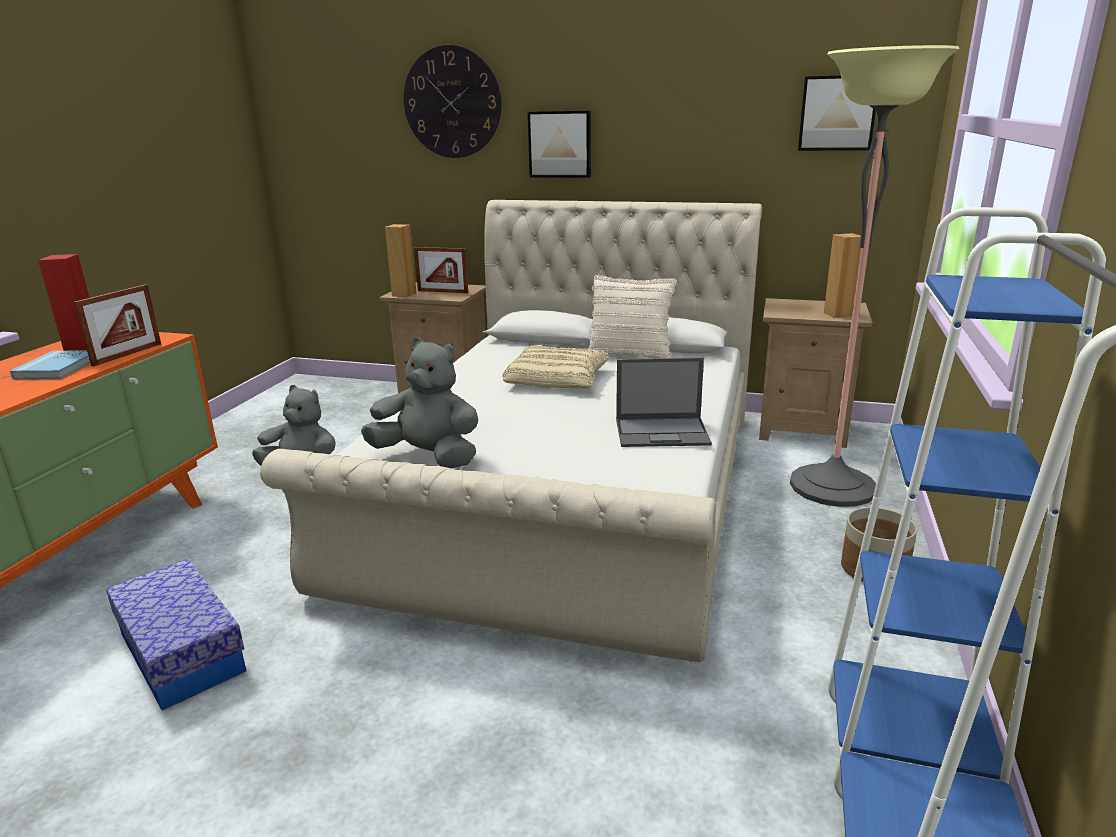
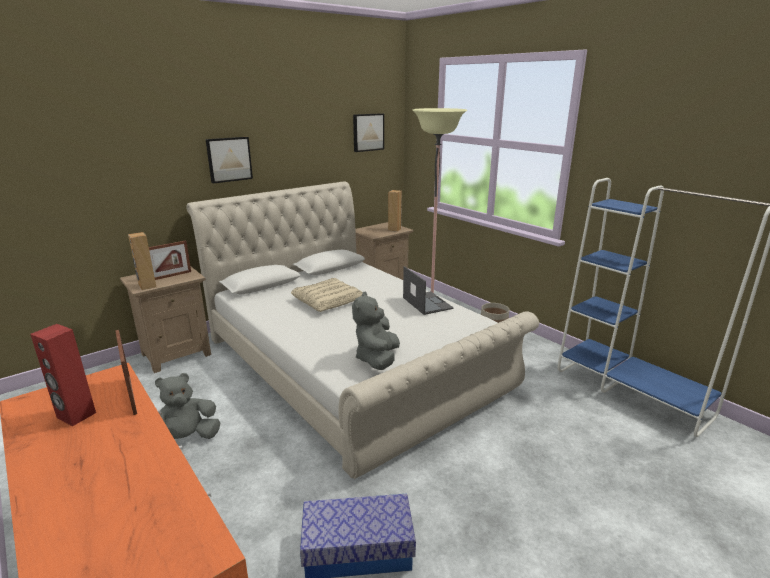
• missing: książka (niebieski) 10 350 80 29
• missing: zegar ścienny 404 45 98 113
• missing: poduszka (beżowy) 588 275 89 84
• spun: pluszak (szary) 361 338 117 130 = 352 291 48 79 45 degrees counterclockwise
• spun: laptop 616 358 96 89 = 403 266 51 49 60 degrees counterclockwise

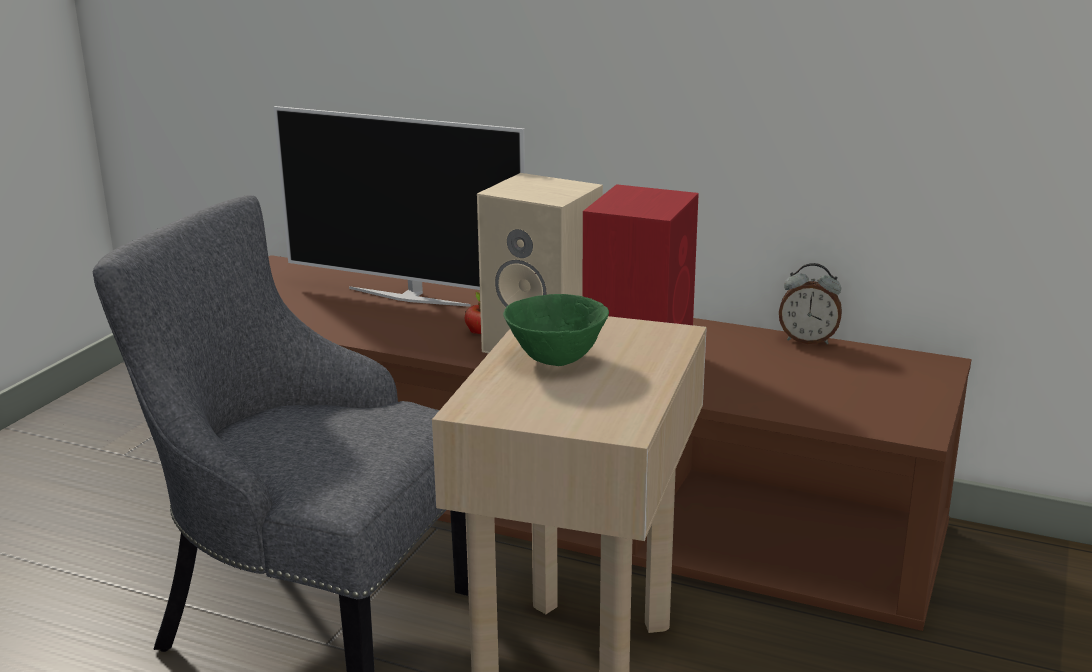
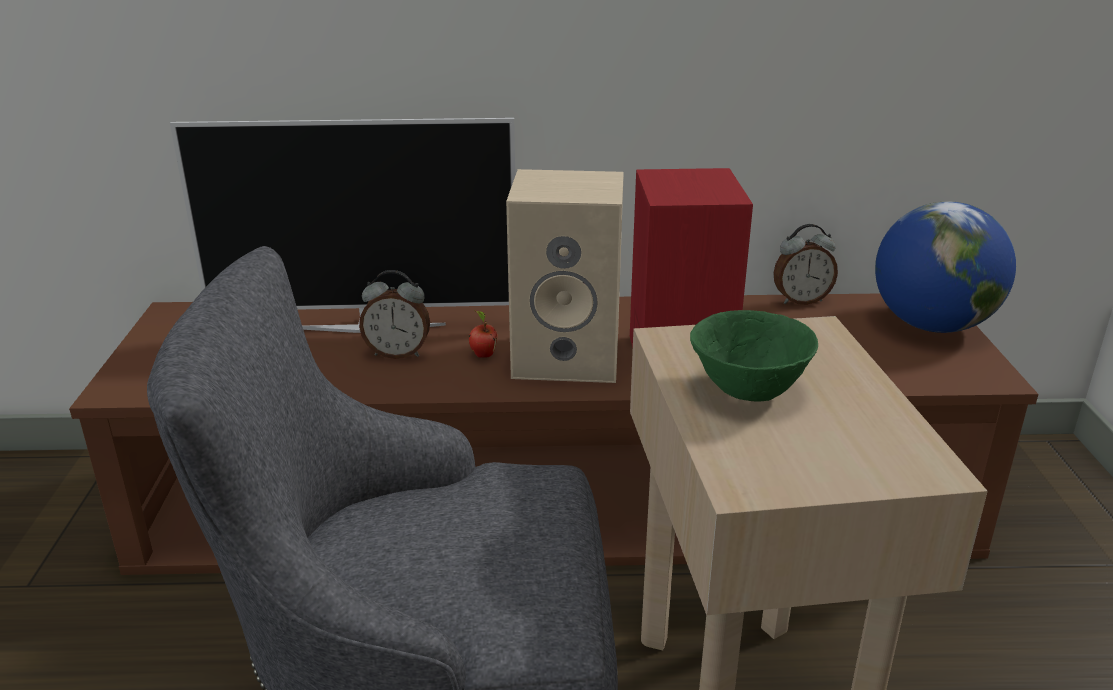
• appeared: budzik 359 270 71 89
• appeared: globus 875 201 141 132

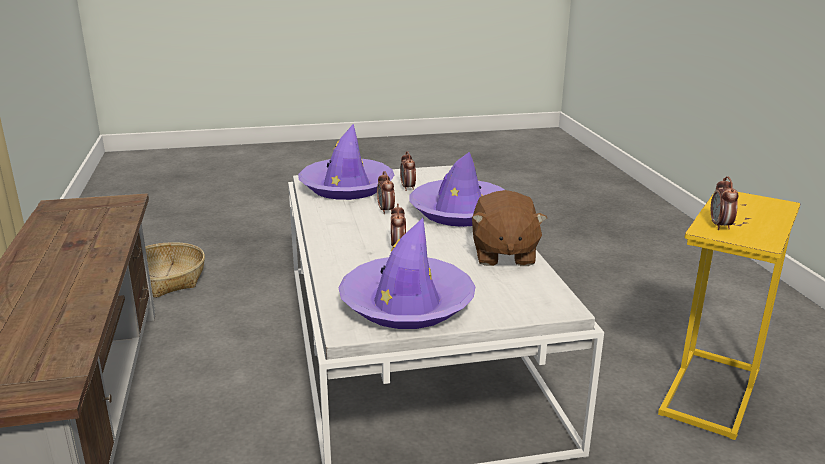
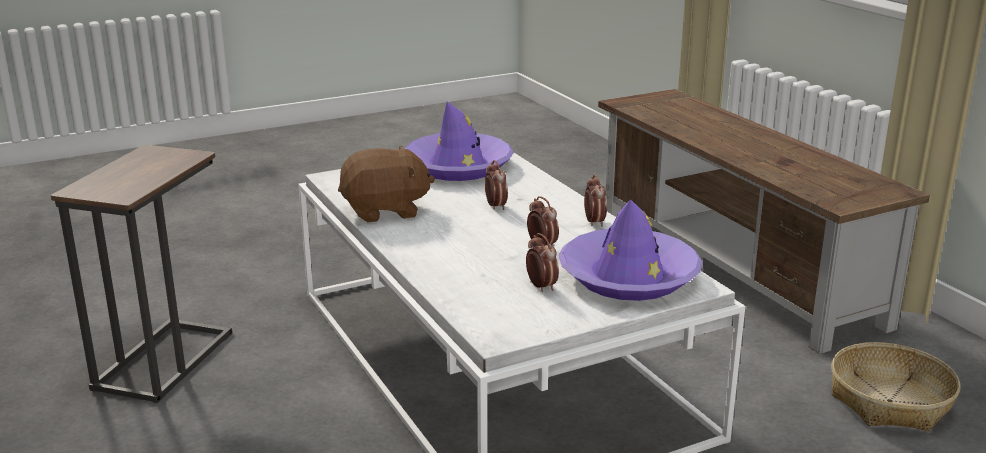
• missing: kapelusz (fioletowy) 409 152 95 75
• relocated: budzik 711 176 27 54 to 584 175 23 52
• colour: stolik (żółty) 658 189 142 251 to stolik (brązowy) 51 145 181 258
• spun: pluszak (brązowy) 472 190 75 76 = 338 146 97 77 90 degrees clockwise

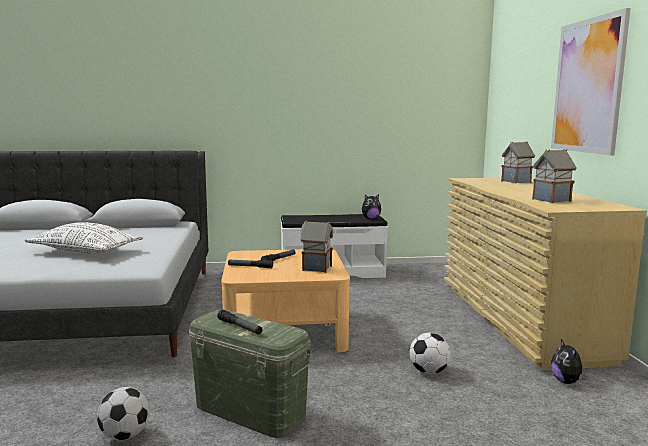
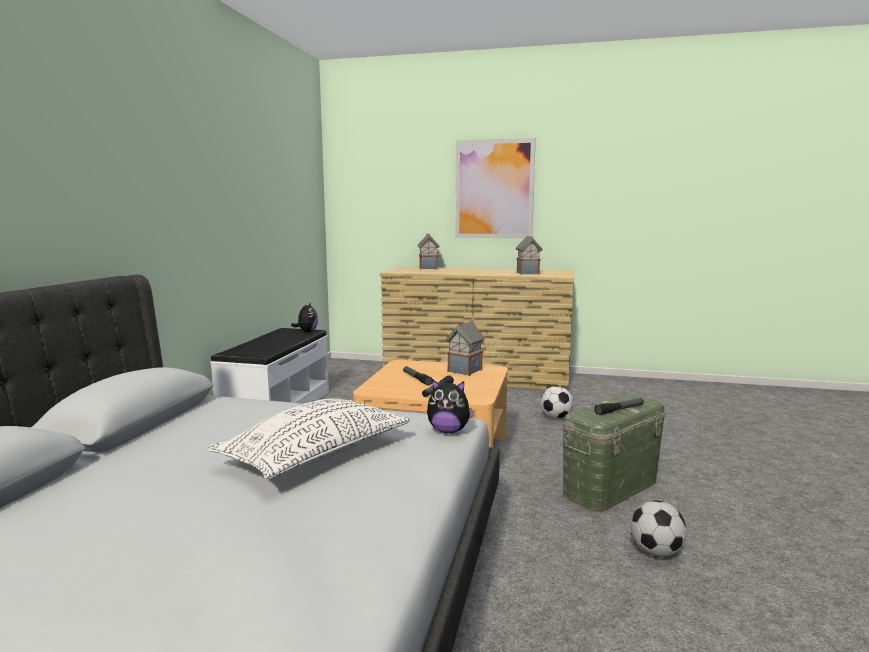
• relocated: pluszak 551 339 36 45 to 427 379 48 54

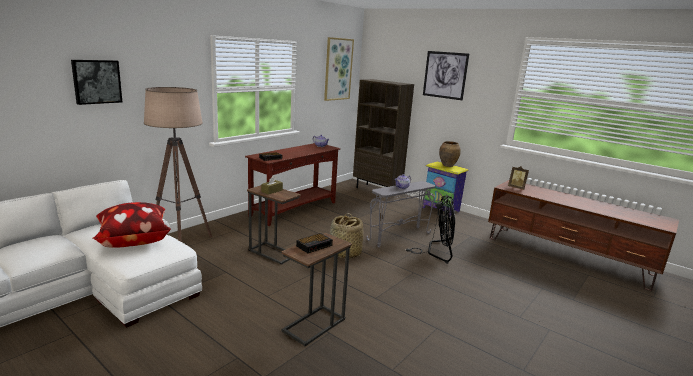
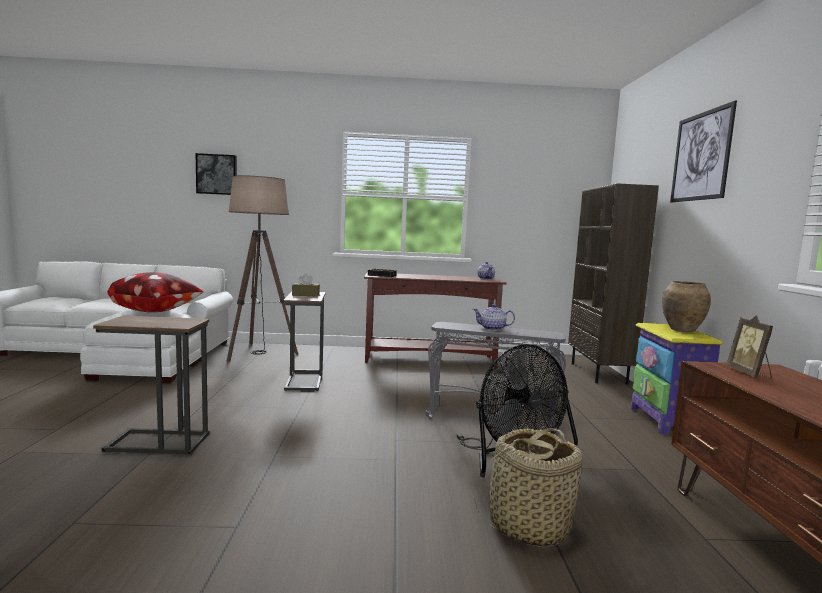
• missing: budzik 296 233 37 20
• missing: obraz 324 37 30 64
• relocated: koszyk 330 214 34 44 to 474 428 109 119

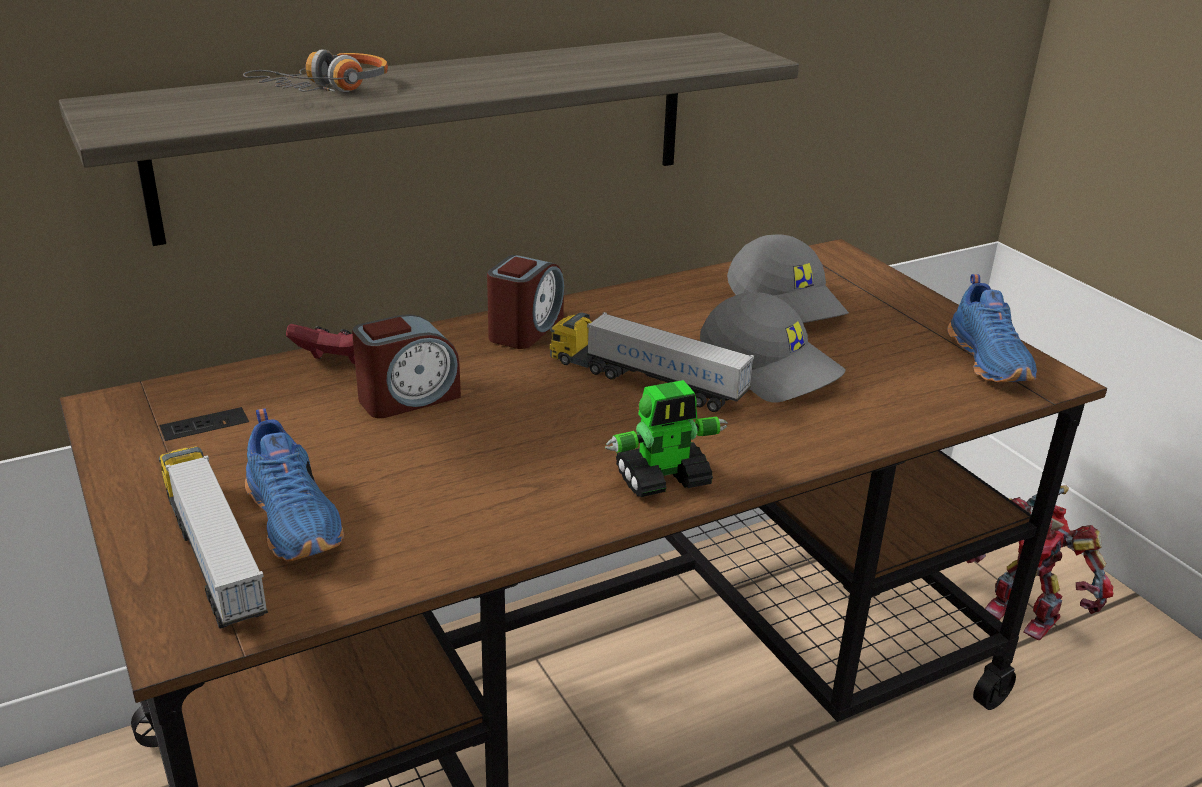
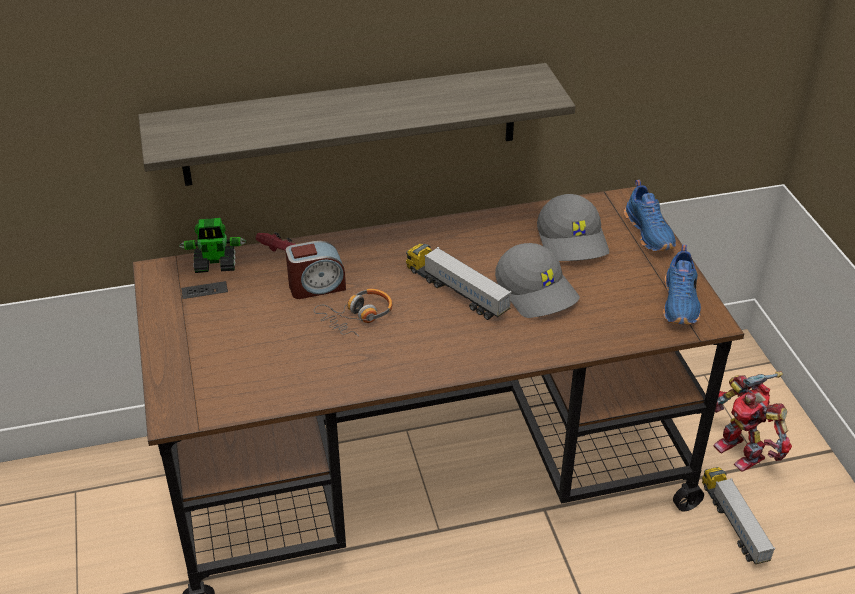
• missing: budzik 487 255 77 94
• relocated: ciężarówka zabawkowa 159 446 109 183 to 702 467 73 97
• relocated: słuchawki 243 49 145 43 to 314 289 78 47
• relocated: but (niebieski) 245 408 99 154 to 624 180 52 72
• relocated: robot zabawkowy 605 380 123 117 to 179 218 67 55

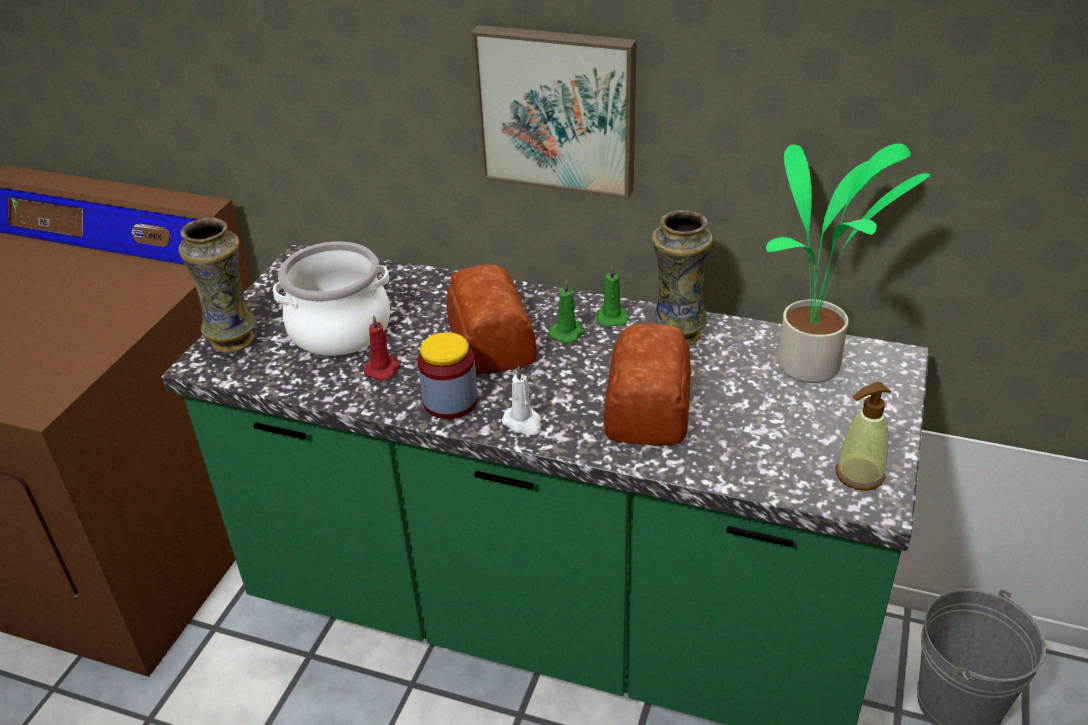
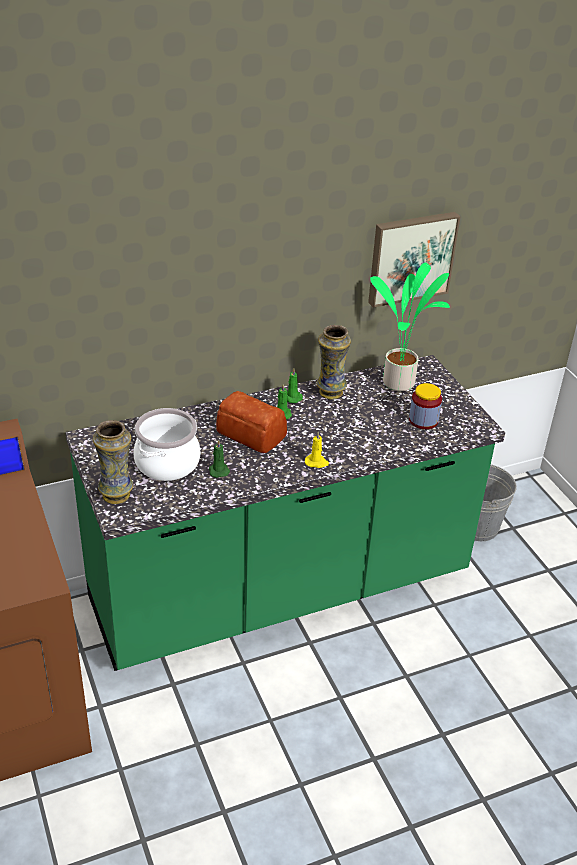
• missing: chleb 603 324 88 121
• missing: dozownik mydła 835 382 56 109
• relocated: słoik 417 332 61 87 to 409 383 33 46
• relocated: obraz 471 25 165 174 to 368 212 93 96
• colour: świeca (czerwony) 363 315 37 65 to świeca (zielony) 209 440 21 38
• colour: świeca (biały) 502 366 39 69 to świeca (żółty) 305 431 24 37

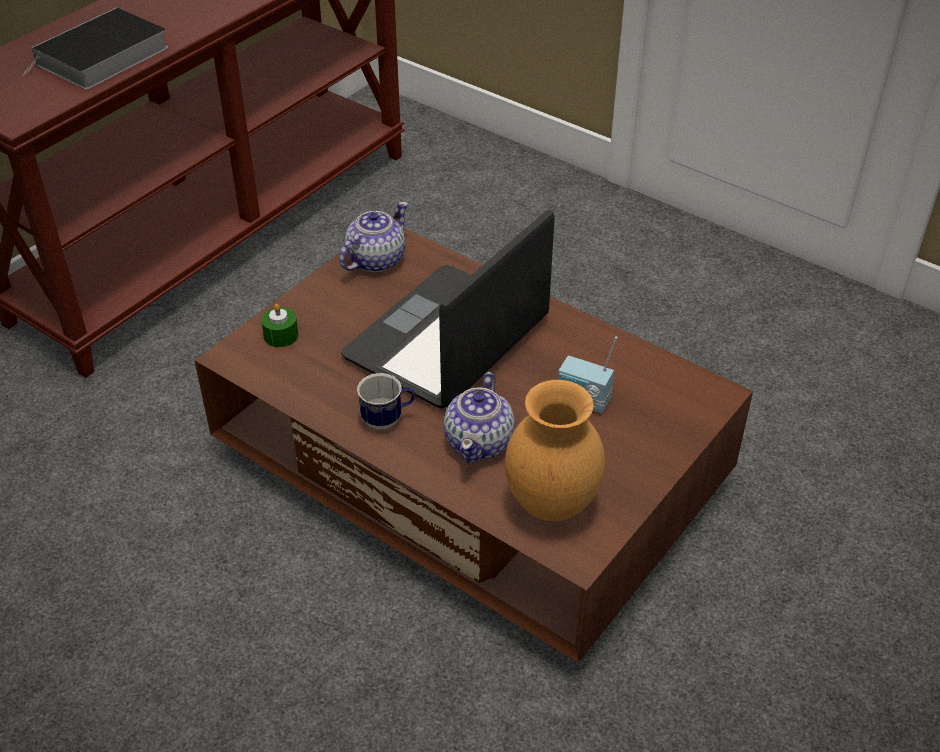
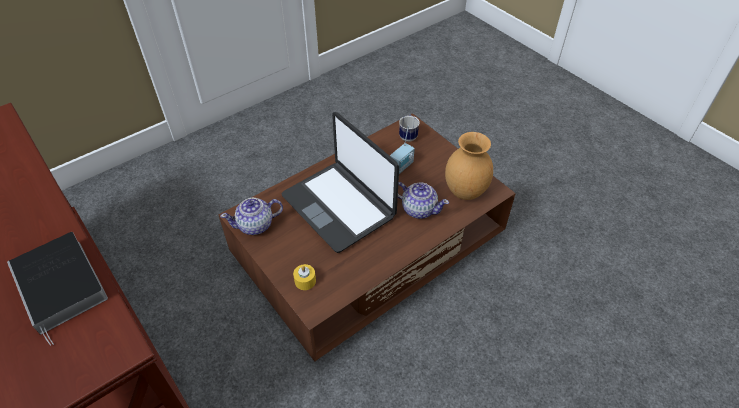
• relocated: kubek 357 373 58 56 to 399 115 21 27
• colour: świeca (zielony) 261 304 38 43 to świeca (żółty) 293 264 23 26
• spun: imbryk 339 202 69 70 = 220 198 63 37 75 degrees counterclockwise

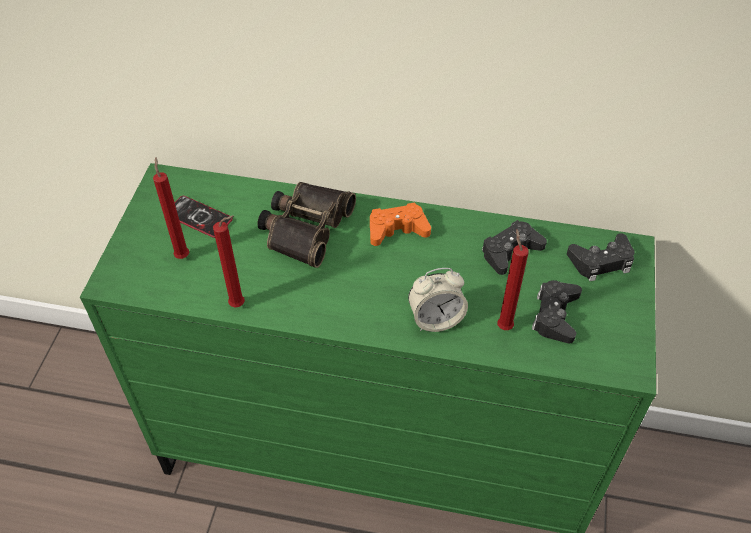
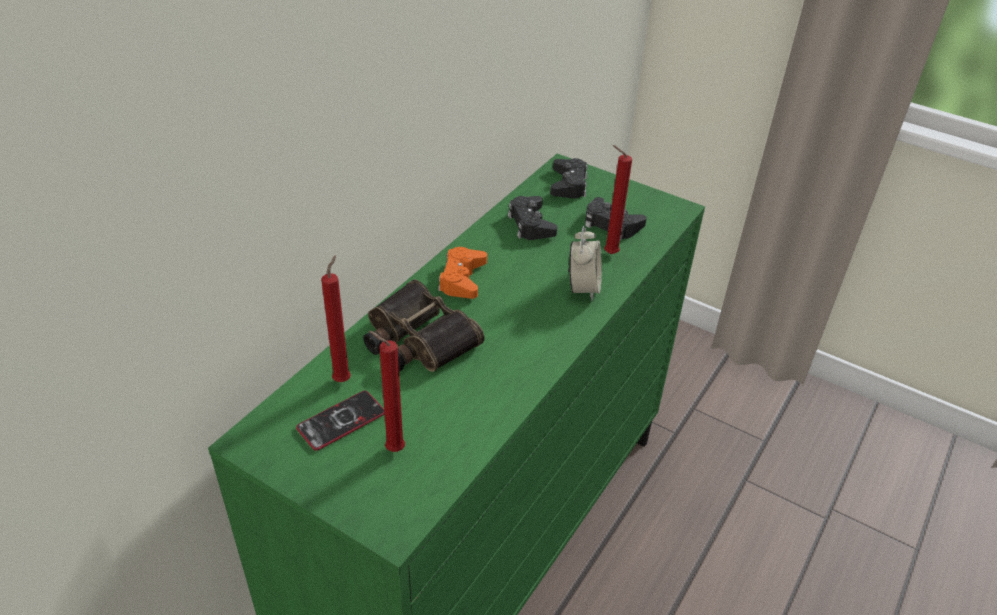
• relocated: świeca (czerwony) 213 215 32 93 to 321 255 30 127

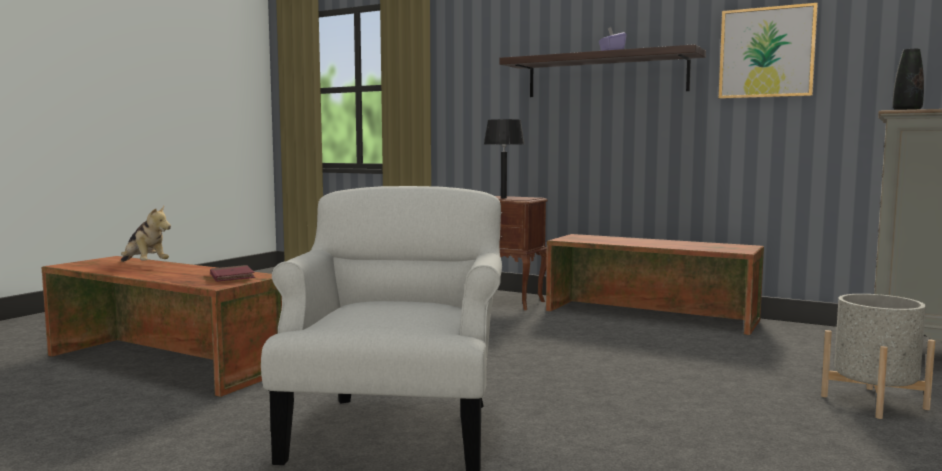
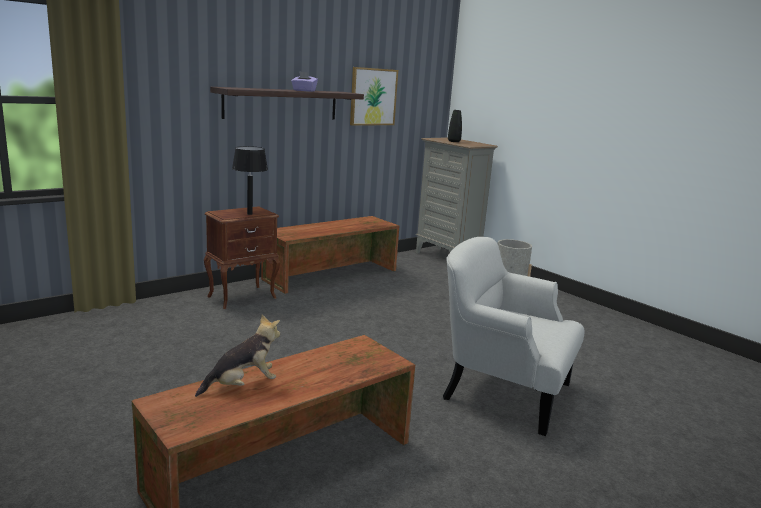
• missing: książka (czerwony) 210 265 45 17

